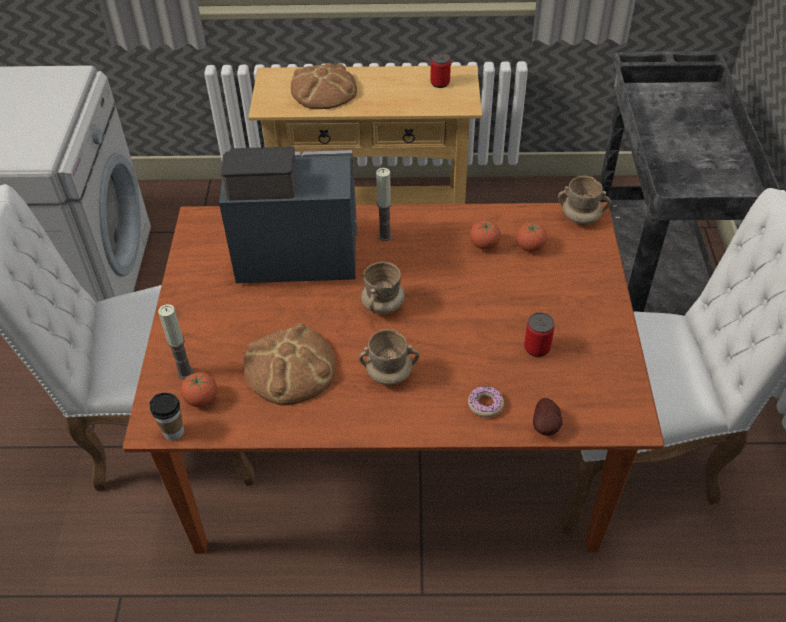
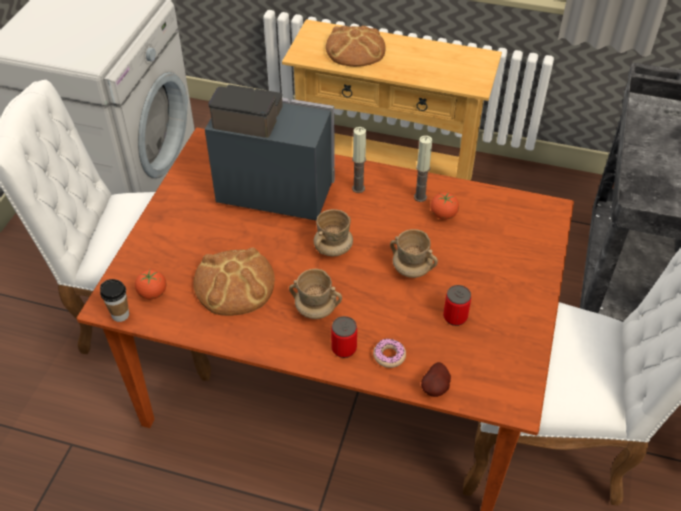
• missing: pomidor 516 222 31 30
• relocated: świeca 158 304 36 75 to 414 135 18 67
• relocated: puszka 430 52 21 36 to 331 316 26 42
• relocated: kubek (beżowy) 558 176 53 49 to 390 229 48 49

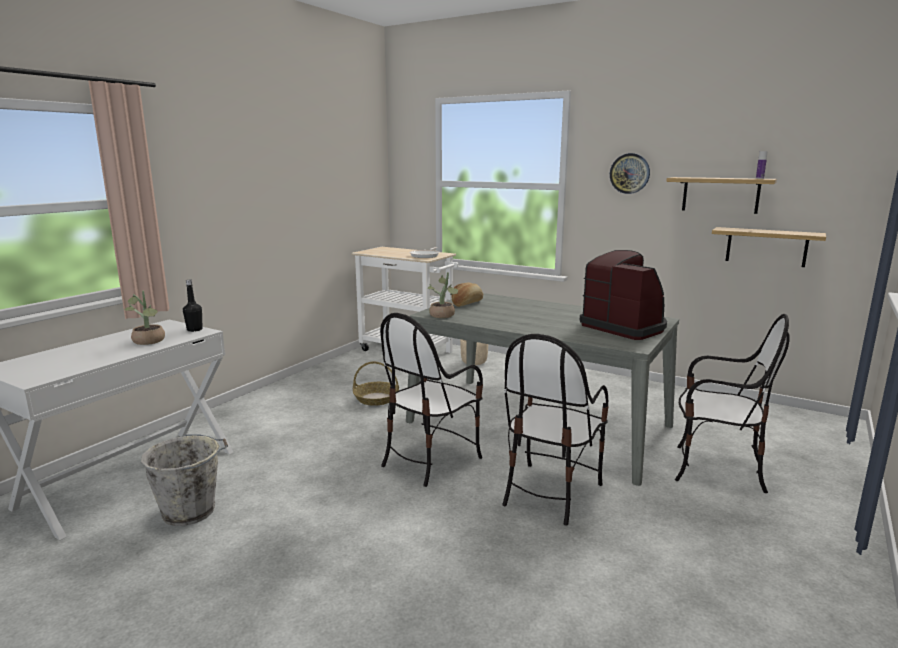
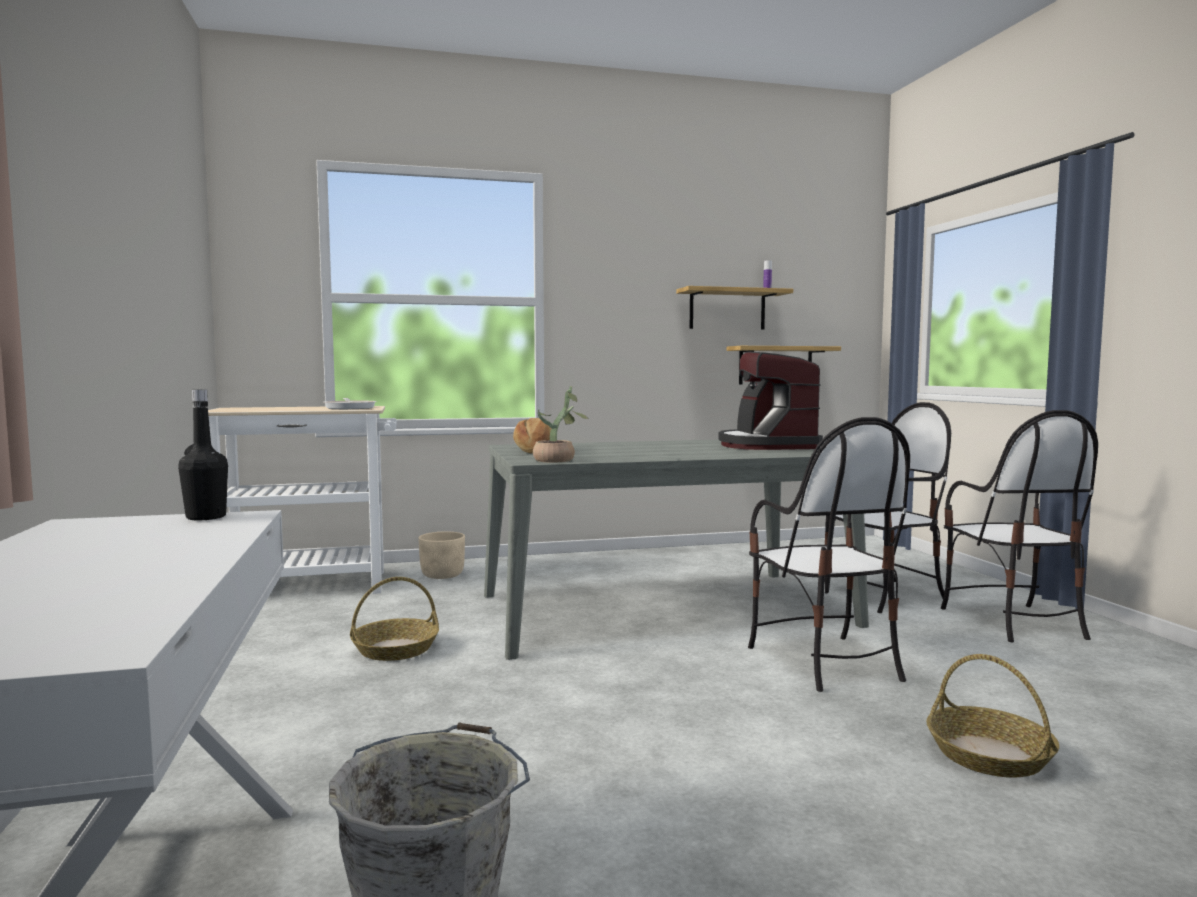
• missing: roślina doniczkowa 125 291 40 54
• missing: zegar ścienny 610 153 40 41
• appeared: koszyk 926 654 133 124
• relocated: krzesło 380 313 103 174 to 941 410 157 232
• spun: ekspres do kawy 580 250 87 90 = 719 352 104 98 105 degrees counterclockwise

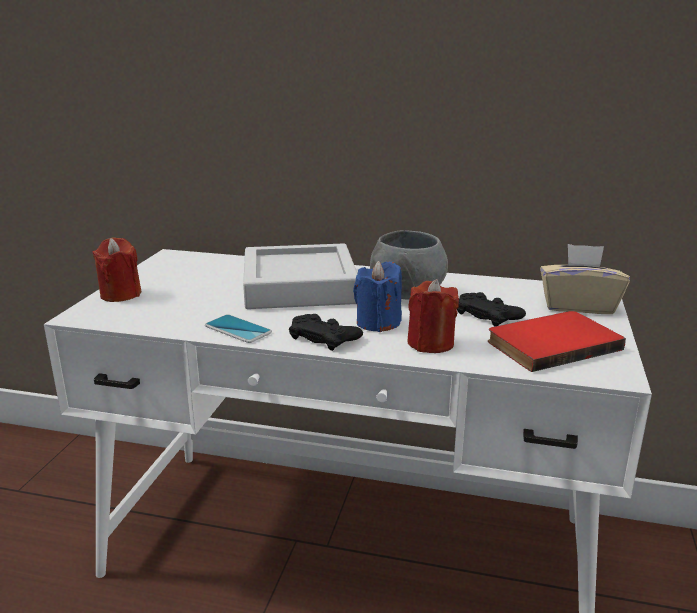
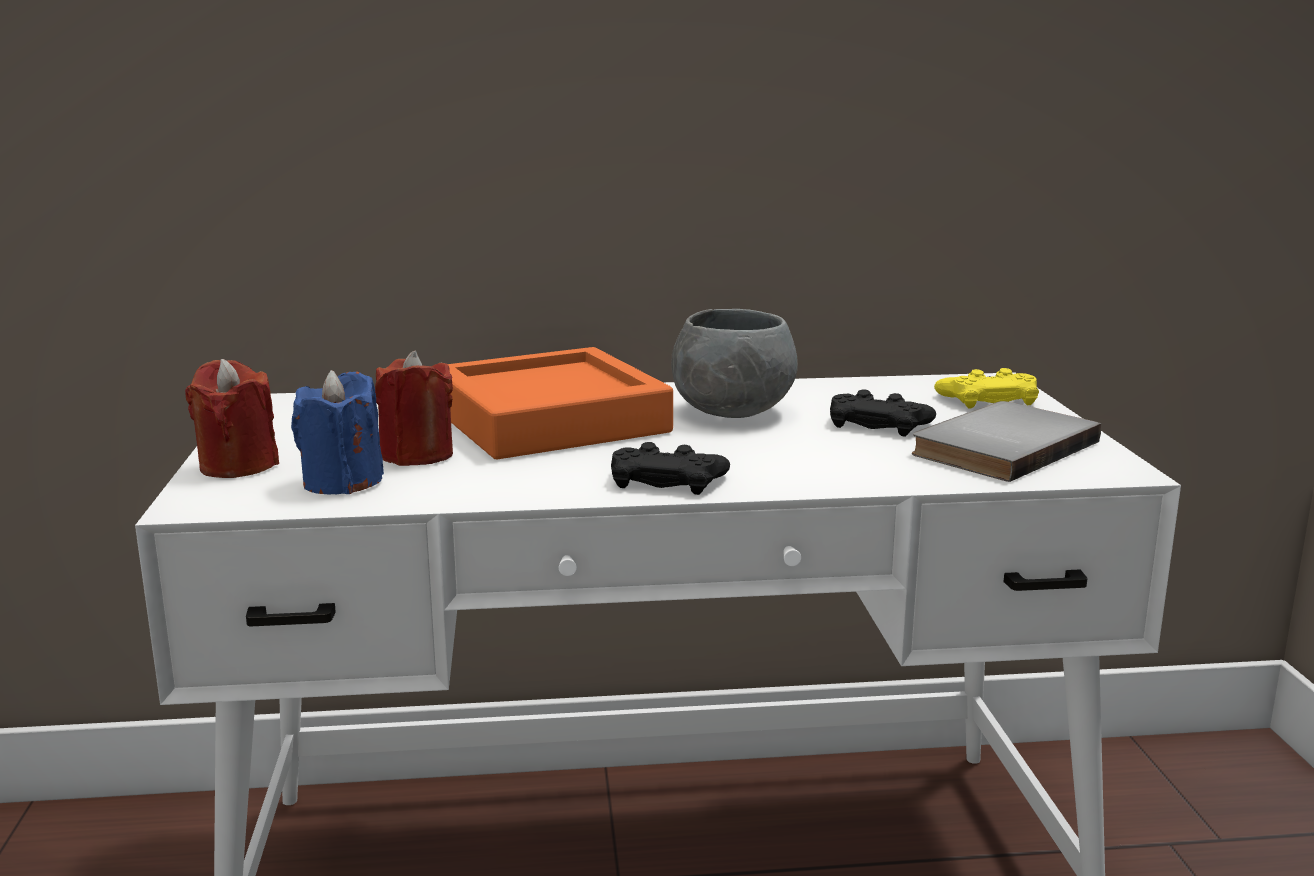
• missing: telefon 205 314 67 29
• relocated: świeca (niebieski) 353 261 49 71 to 291 370 93 124
• relocated: świeca (czerwony) 407 279 52 74 to 375 350 78 116
• exchanged: pudełko chusteczek (beżowy) 540 244 90 70 to pad do gier (żółty) 934 368 105 40
• colour: taca (szary) 243 243 115 66 to taca (pomarańczowy) 448 347 225 112
• colour: książka (czerwony) 488 311 138 61 to książka (szary) 912 401 189 81

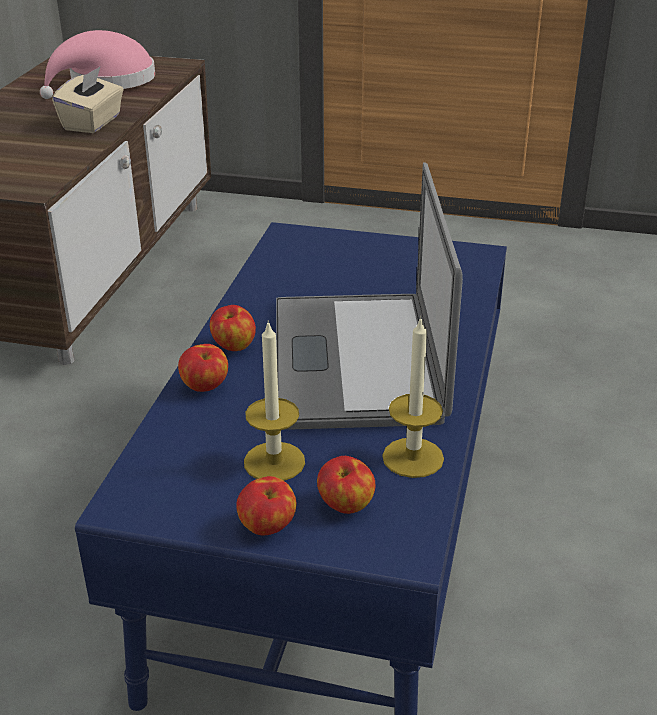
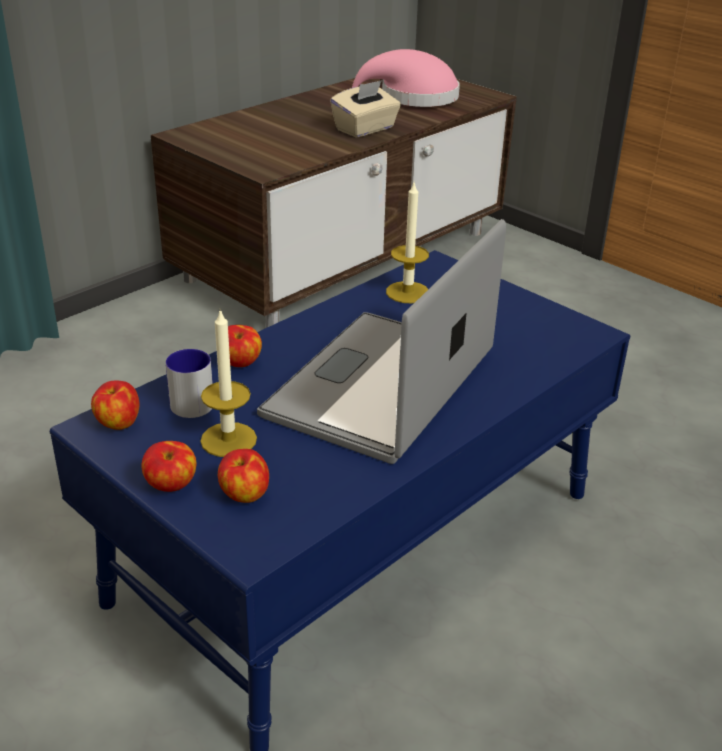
• appeared: kubek 166 349 47 69
• relocated: jabłko 210 305 46 46 to 91 380 48 50
• relocated: świeca 382 316 62 162 to 386 183 43 120

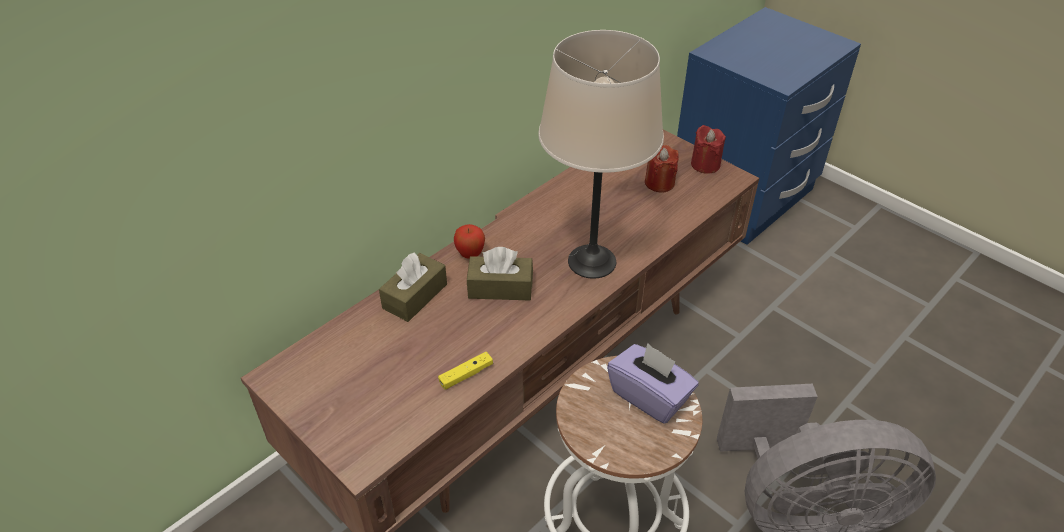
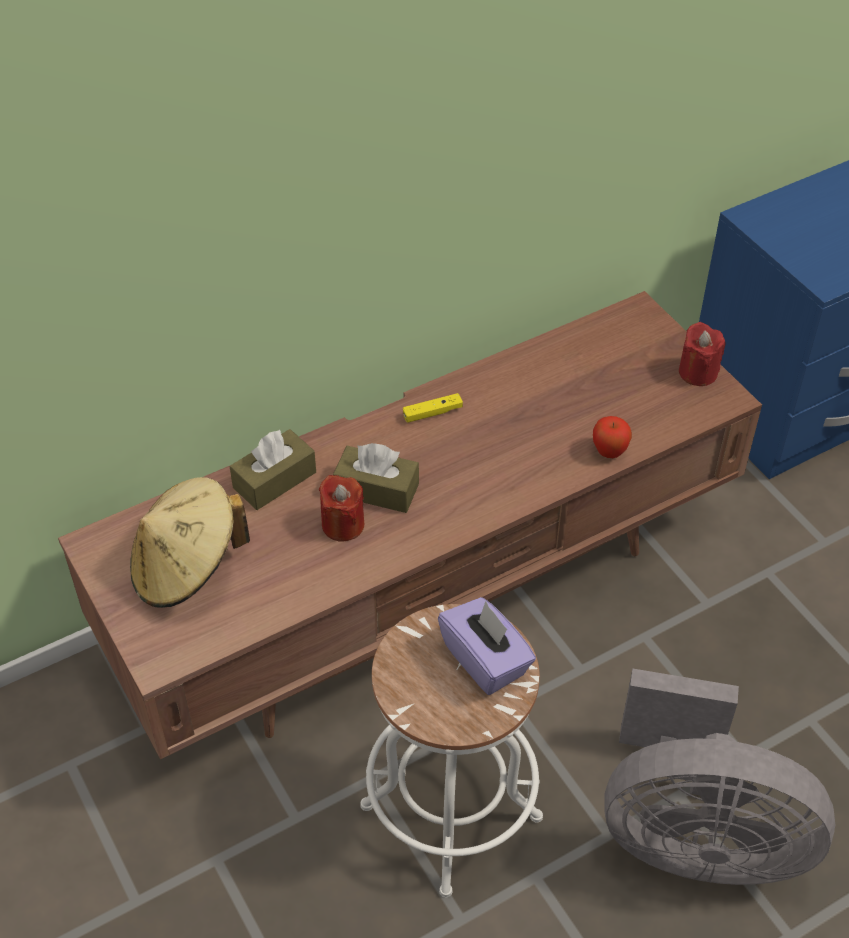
• missing: lampa stołowa (beżowy) 538 30 126 249
• appeared: kapelusz (beżowy) 130 477 120 131
• relocated: pad do gier (żółty) 438 352 55 38 to 403 393 60 30
• relocated: jabłko 454 224 31 35 to 593 416 39 42
• relocated: świeca (czerwony) 645 145 34 48 to 319 475 45 67

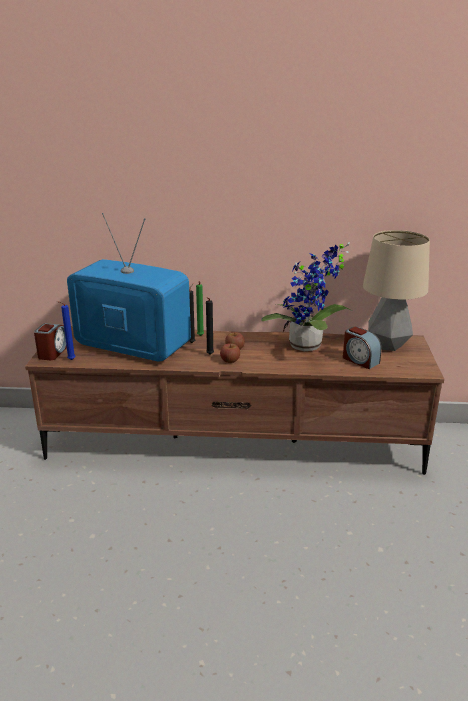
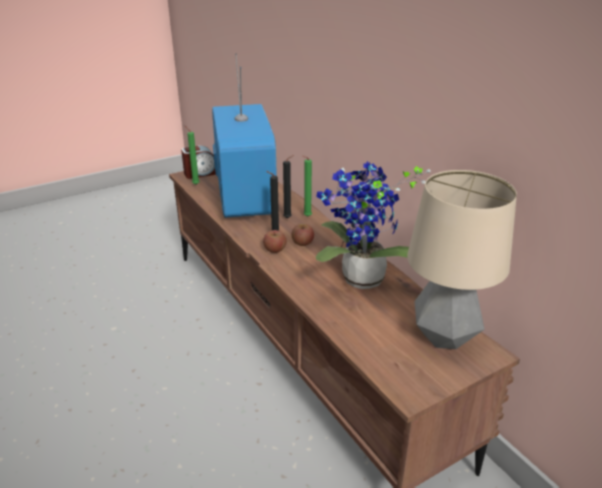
• missing: budzik 343 327 39 42
• colour: świeca (niebieski) 57 301 19 59 to świeca (zielony) 185 126 15 59

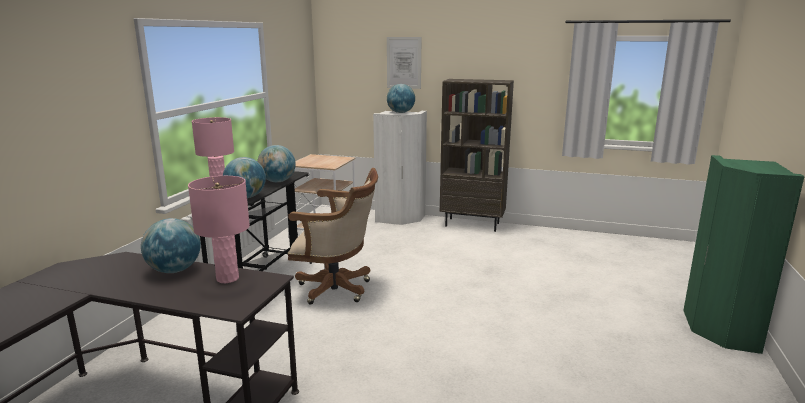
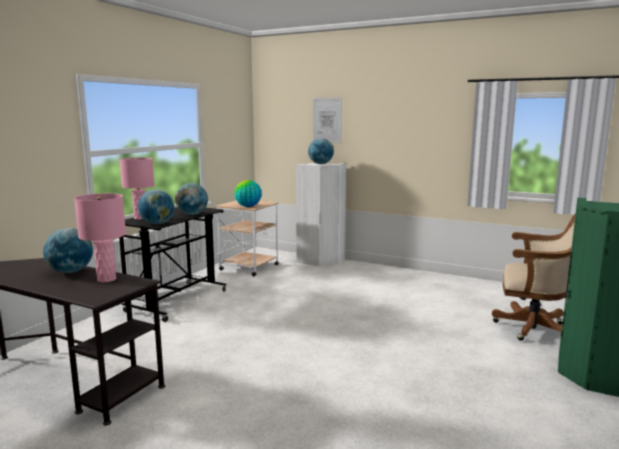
• missing: regał (brązowy) 440 79 74 153
• appeared: globus 234 180 28 27
• relocated: krzesło biurowe 288 168 90 137 to 492 213 84 128

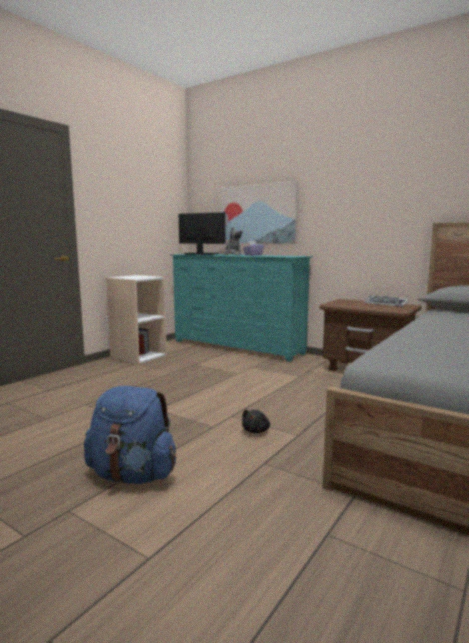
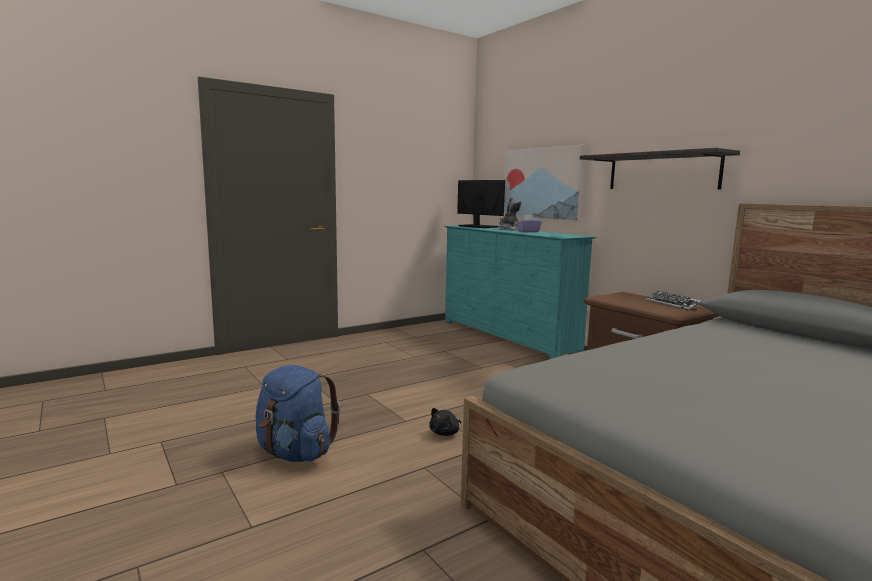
• missing: regał 106 275 61 89
• appeared: półka 580 148 160 42

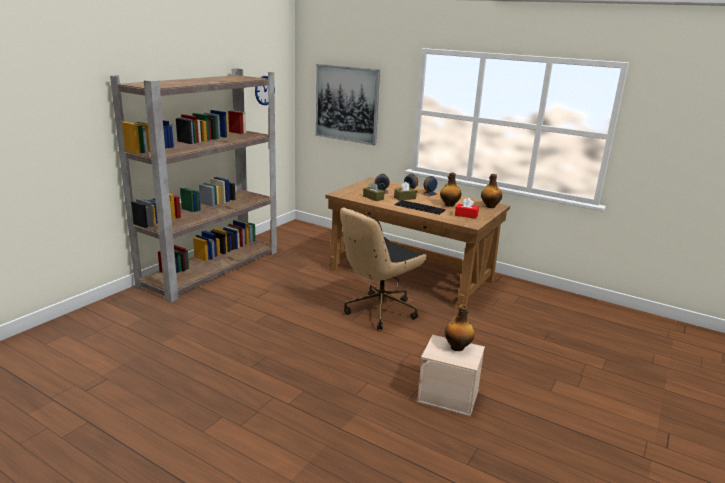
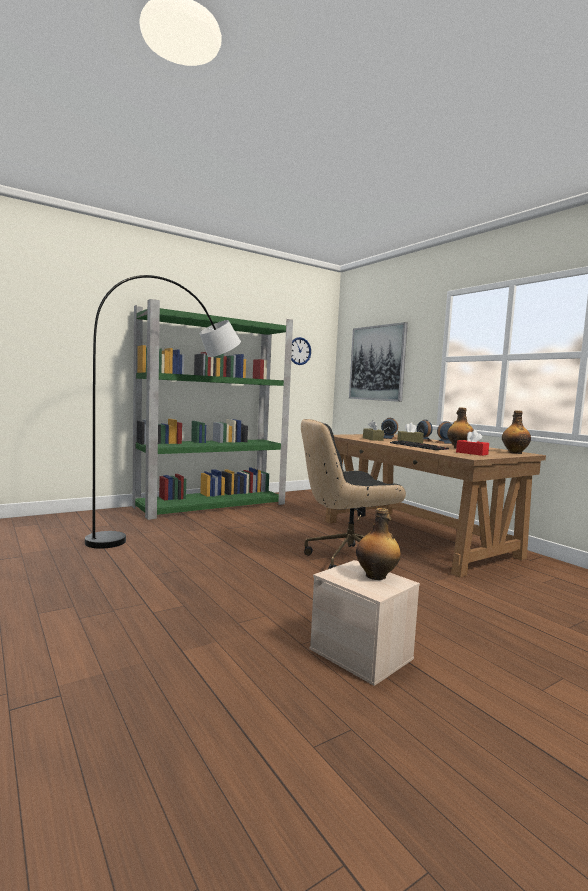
• appeared: lampa stojąca (szary) 85 275 156 274
• colour: regał (brązowy) 110 69 167 233 to regał (zielony) 132 299 161 221

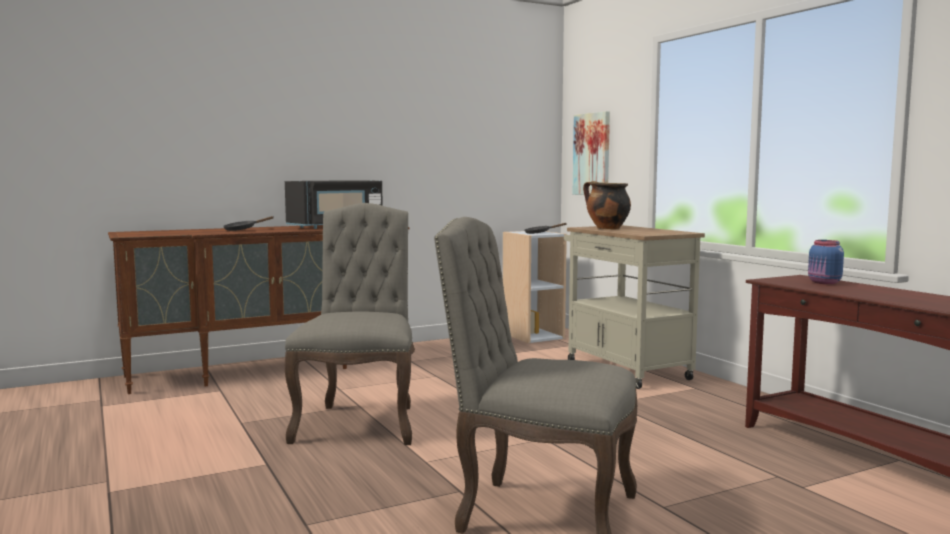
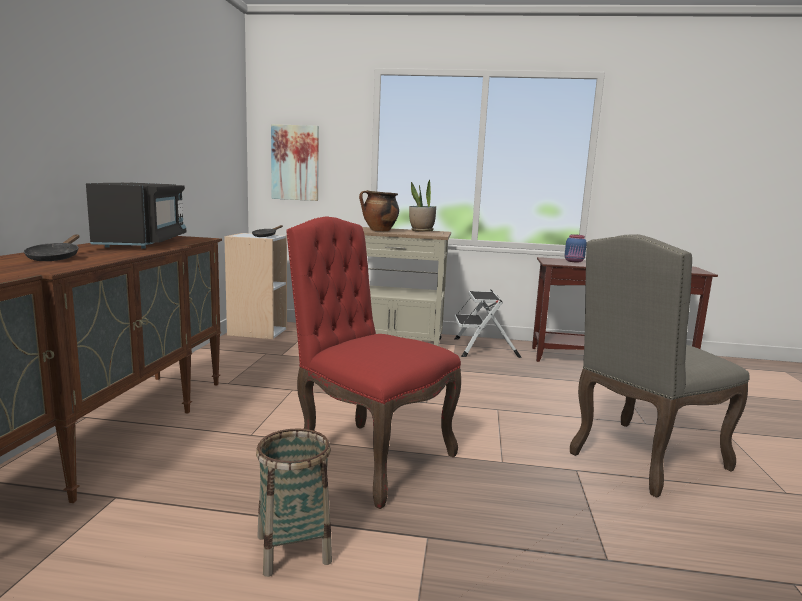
• appeared: koszyk 256 429 76 148
• appeared: roślina doniczkowa 409 180 27 52
• appeared: drabinka 454 289 68 69
• colour: krzesło (szary) 285 203 130 242 to krzesło (czerwony) 286 216 175 293

